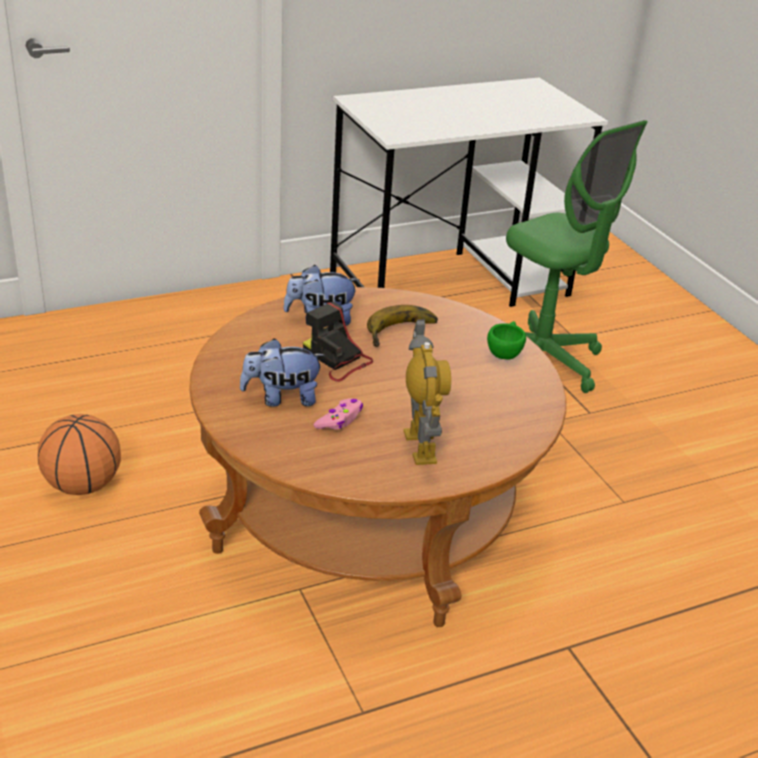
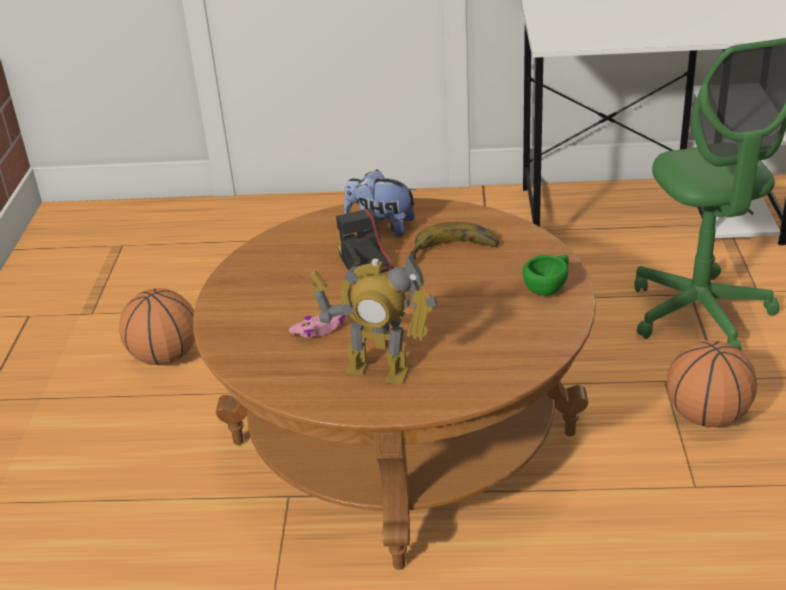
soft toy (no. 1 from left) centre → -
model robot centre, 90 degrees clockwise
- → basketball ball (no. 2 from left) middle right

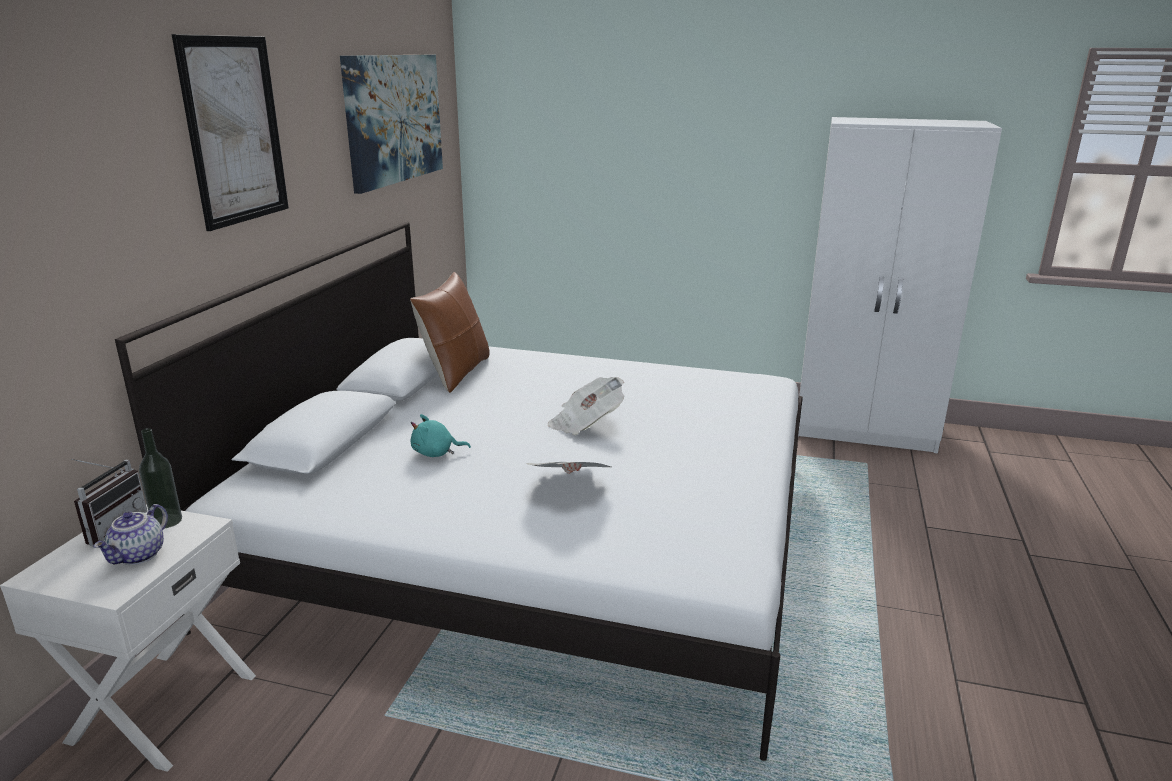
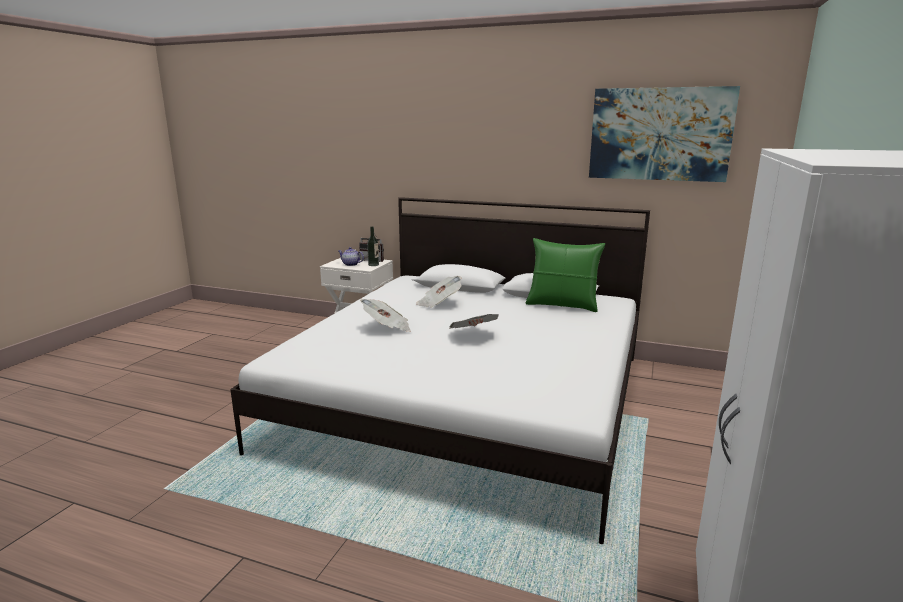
wall art (no. 1 from left) top left → -
throw pillow (brown-coloured) centre → throw pillow (green) centre
soft toy (blue-green) centre → printed paper (no. 2 from left) centre

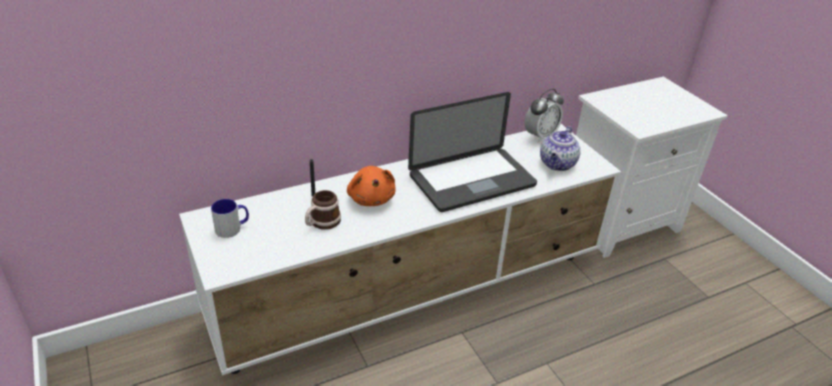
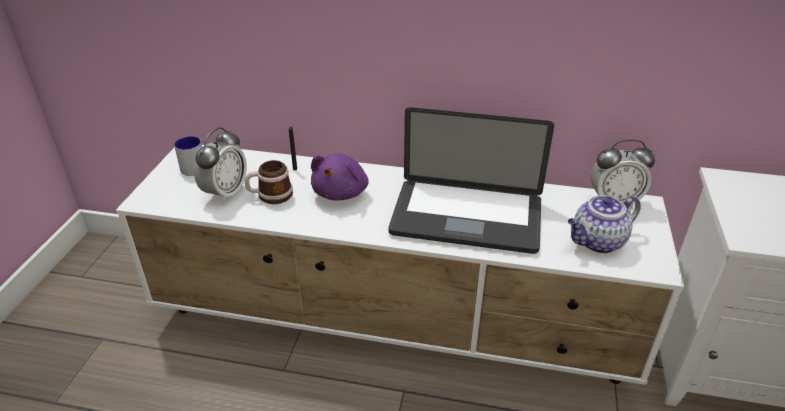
soft toy (orangey) centre → soft toy (purple-coloured) centre
- → table clock (no. 1 from left) middle left

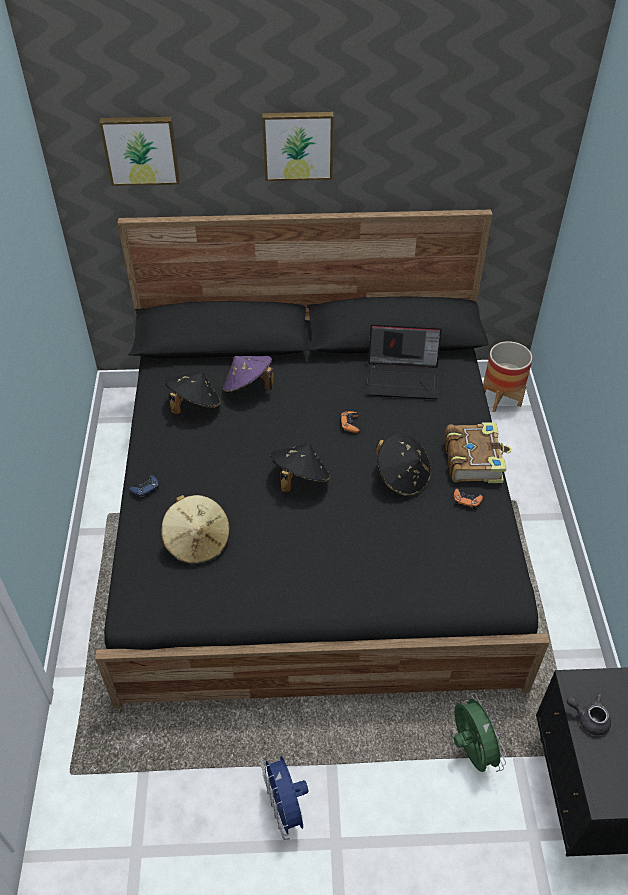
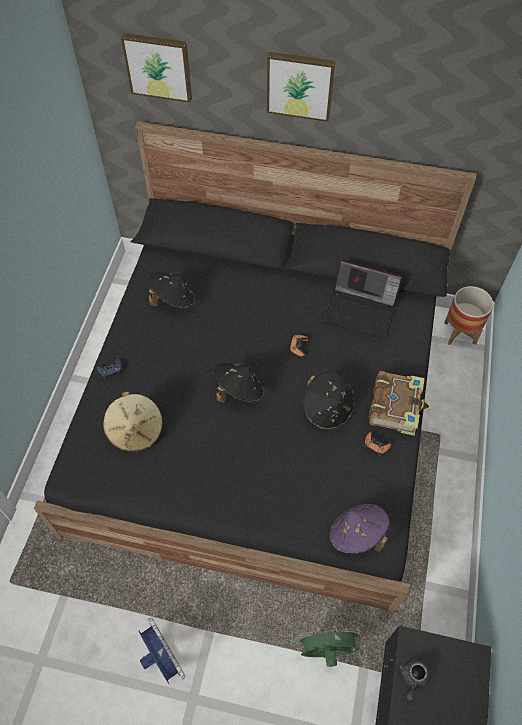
wearable hat (purple-coloured) centre → wearable hat (purple-coloured) bottom right, shifted
electric fan (bluish) bottom centre → electric fan (bluish) bottom left, 150 degrees clockwise
electric fan (green) bottom right → electric fan (green) bottom centre, 90 degrees counterclockwise
pot for tea (greyish) bottom right, 105 degrees counterclockwise

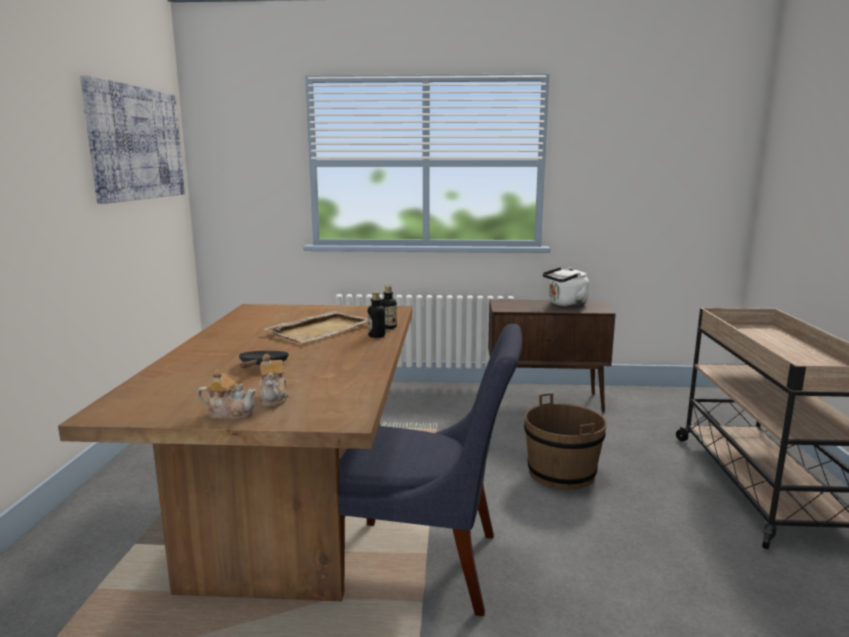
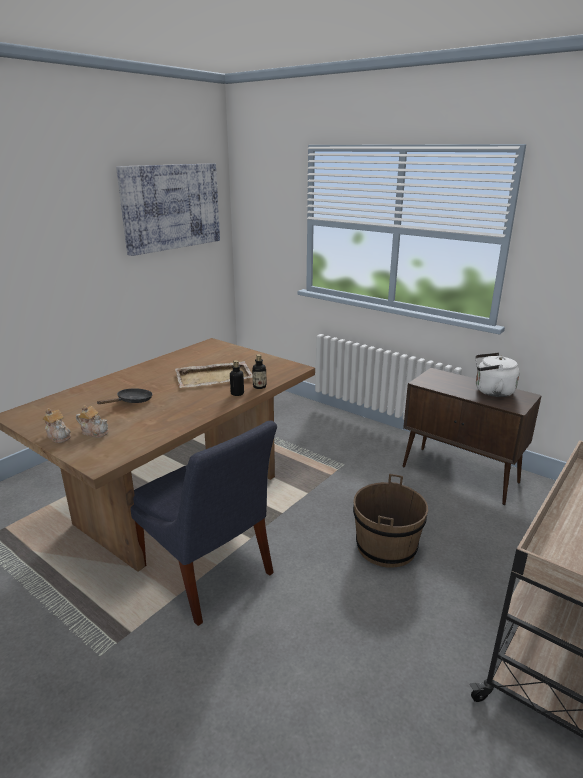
pot for tea (no. 2 from left) middle left, 90 degrees counterclockwise

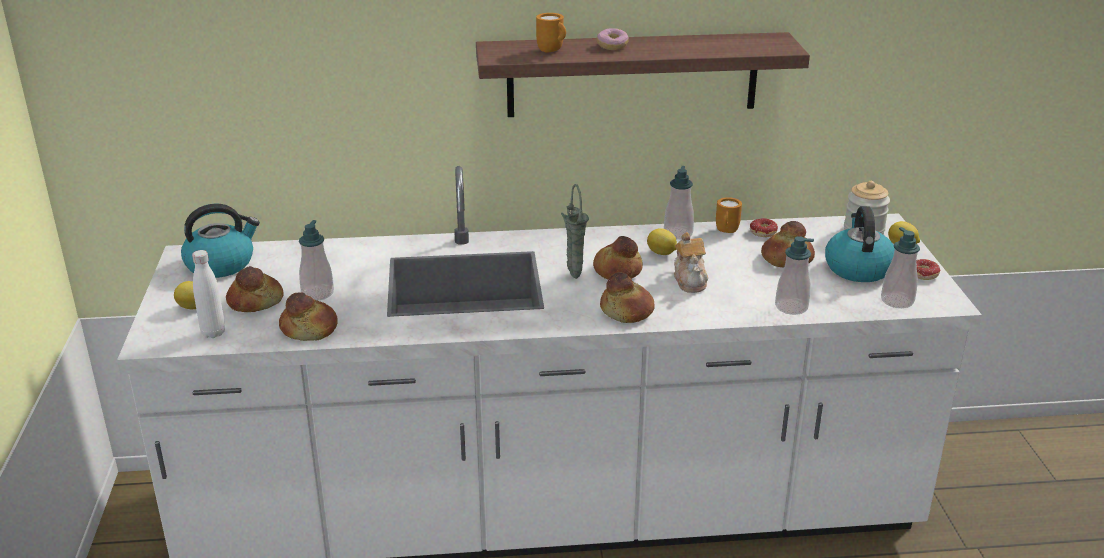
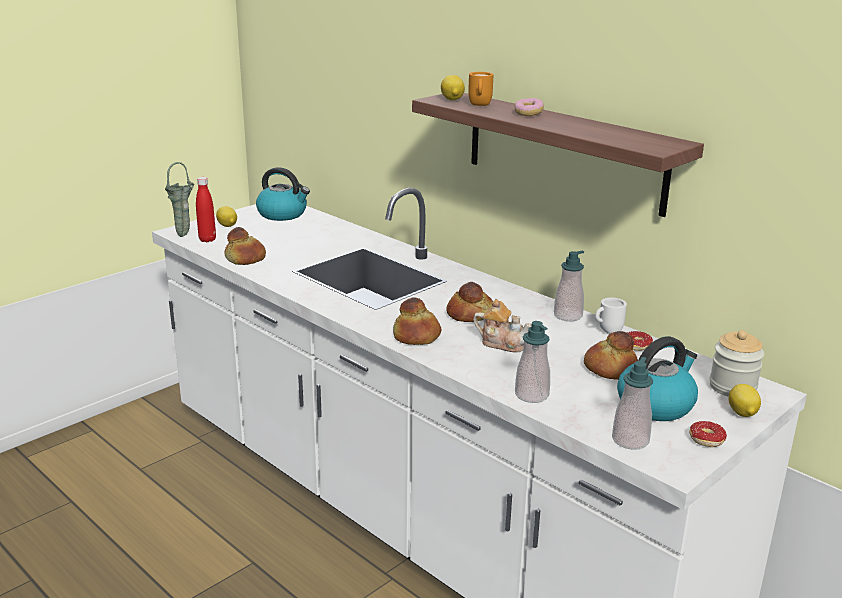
beverage bottle (whitish) middle left → beverage bottle (red-coloured) middle left
bread (no. 1 from left) middle left → -
soap dispenser (no. 1 from left) middle left → -
vase (green) centre → vase (green) top left, shifted
lemon (no. 2 from left) centre → lemon (no. 2 from left) top centre, shifted
pot for tea centre, 105 degrees counterclockwise
tea mug (orangey) (no. 2 from left) centre → tea mug (whitish) middle right

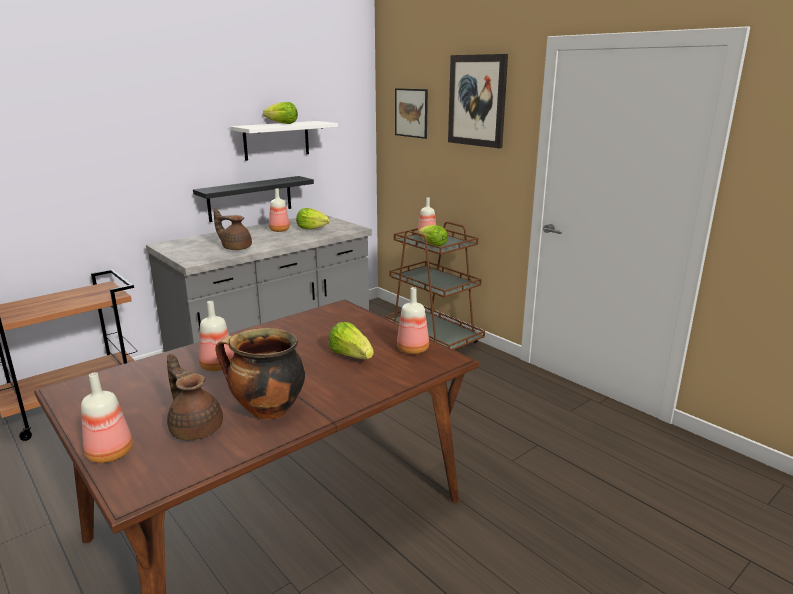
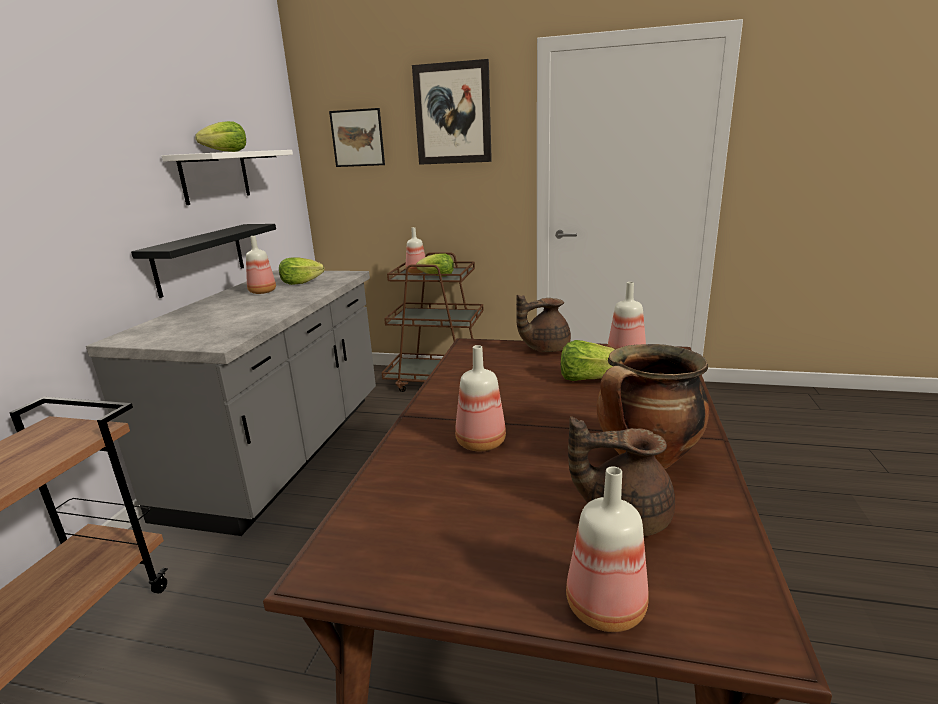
pot for tea (brown-coloured) (no. 2 from left in the first image) middle left → pot for tea (brown-coloured) (no. 1 from left) centre, shifted

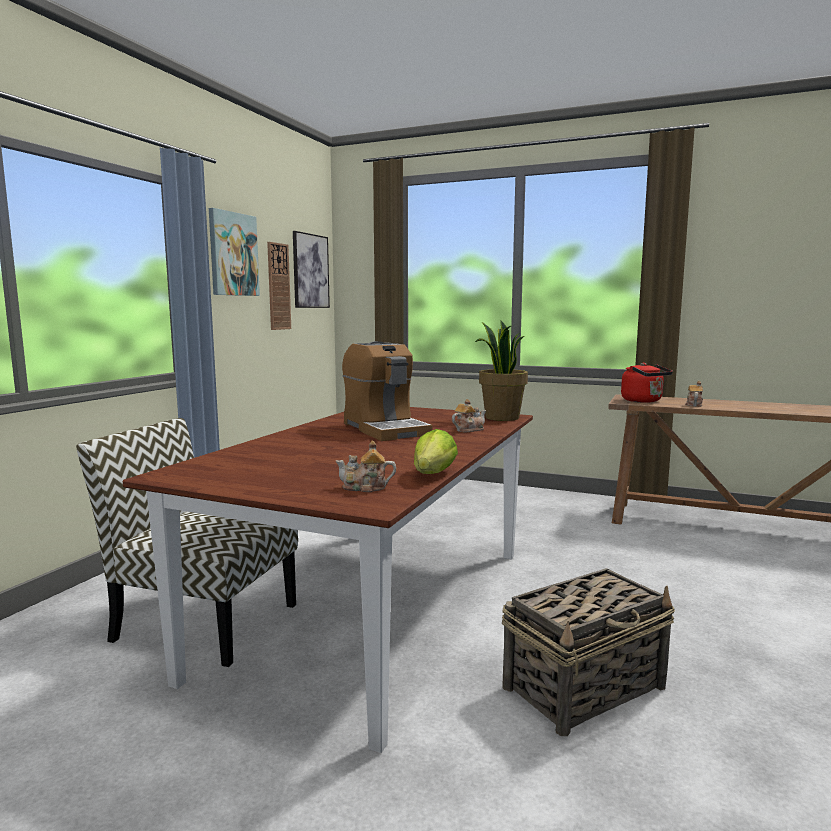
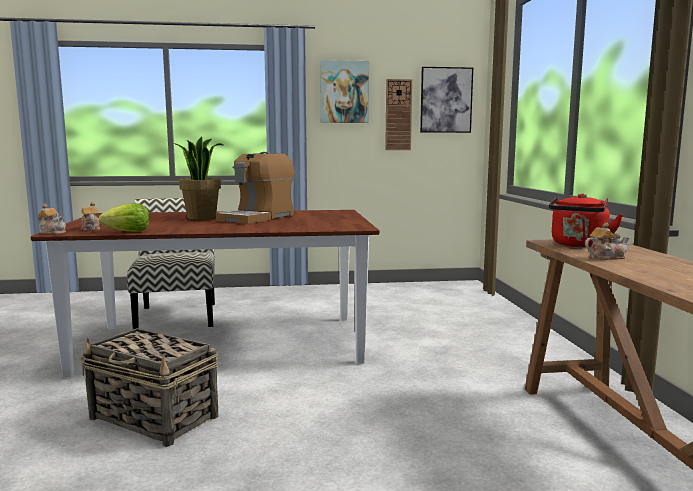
pot for tea (no. 2 from left in the first image) centre → pot for tea (no. 1 from left) middle left, shifted
potted plant centre → potted plant middle left, shifted

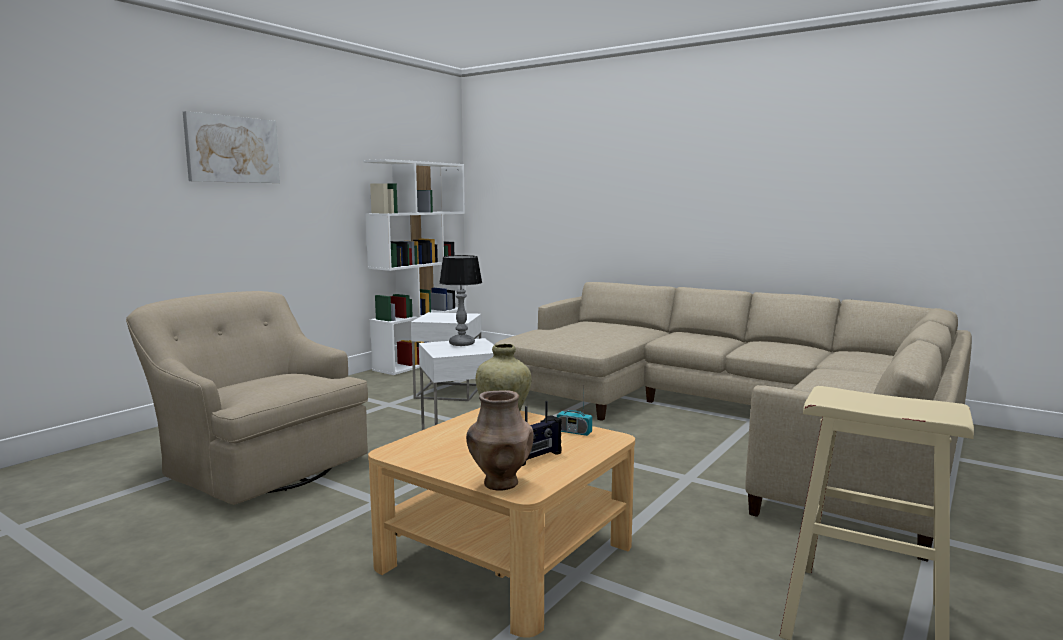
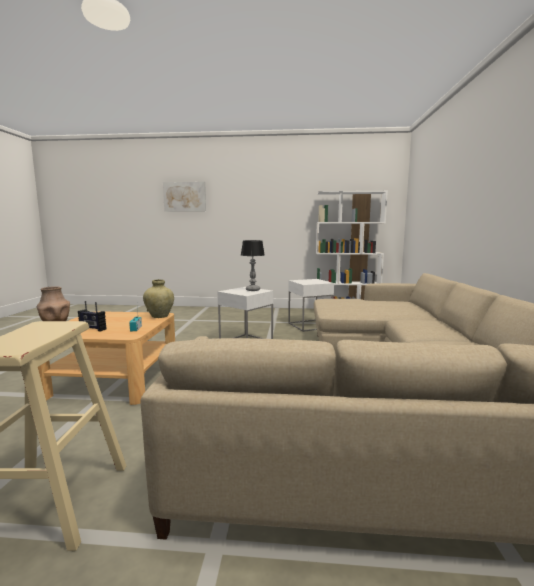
lounge chair (sand-coloured) middle left → -
wall art top left → wall art centre, shifted

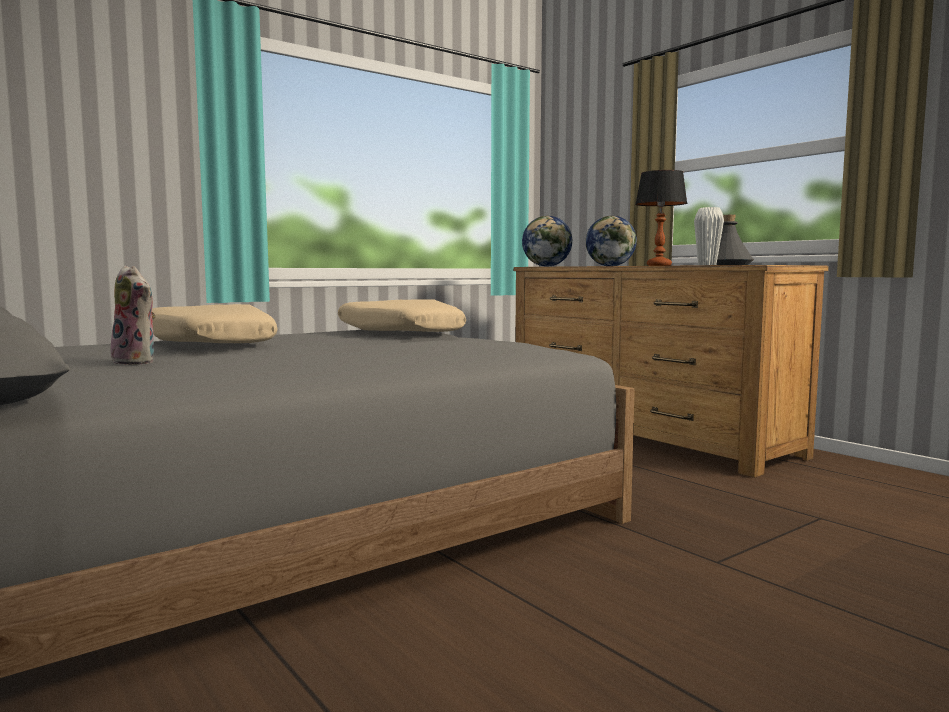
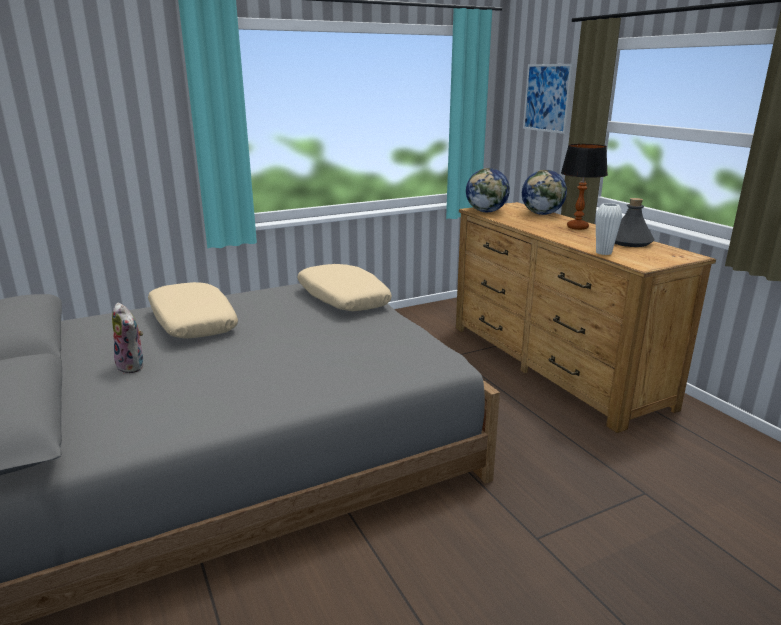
- → wall art top right

